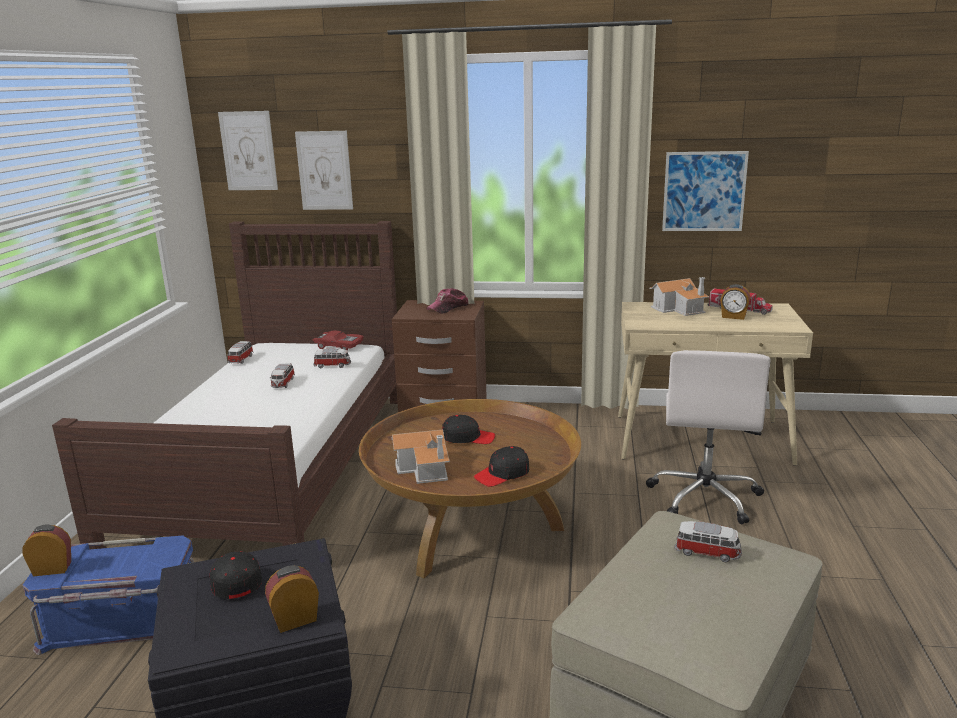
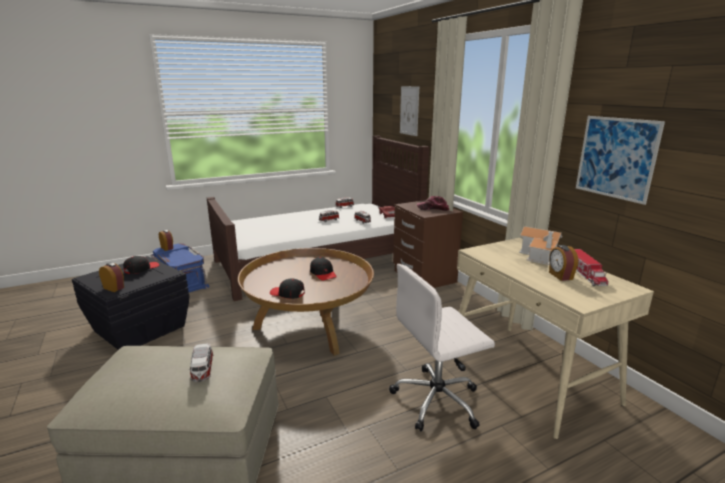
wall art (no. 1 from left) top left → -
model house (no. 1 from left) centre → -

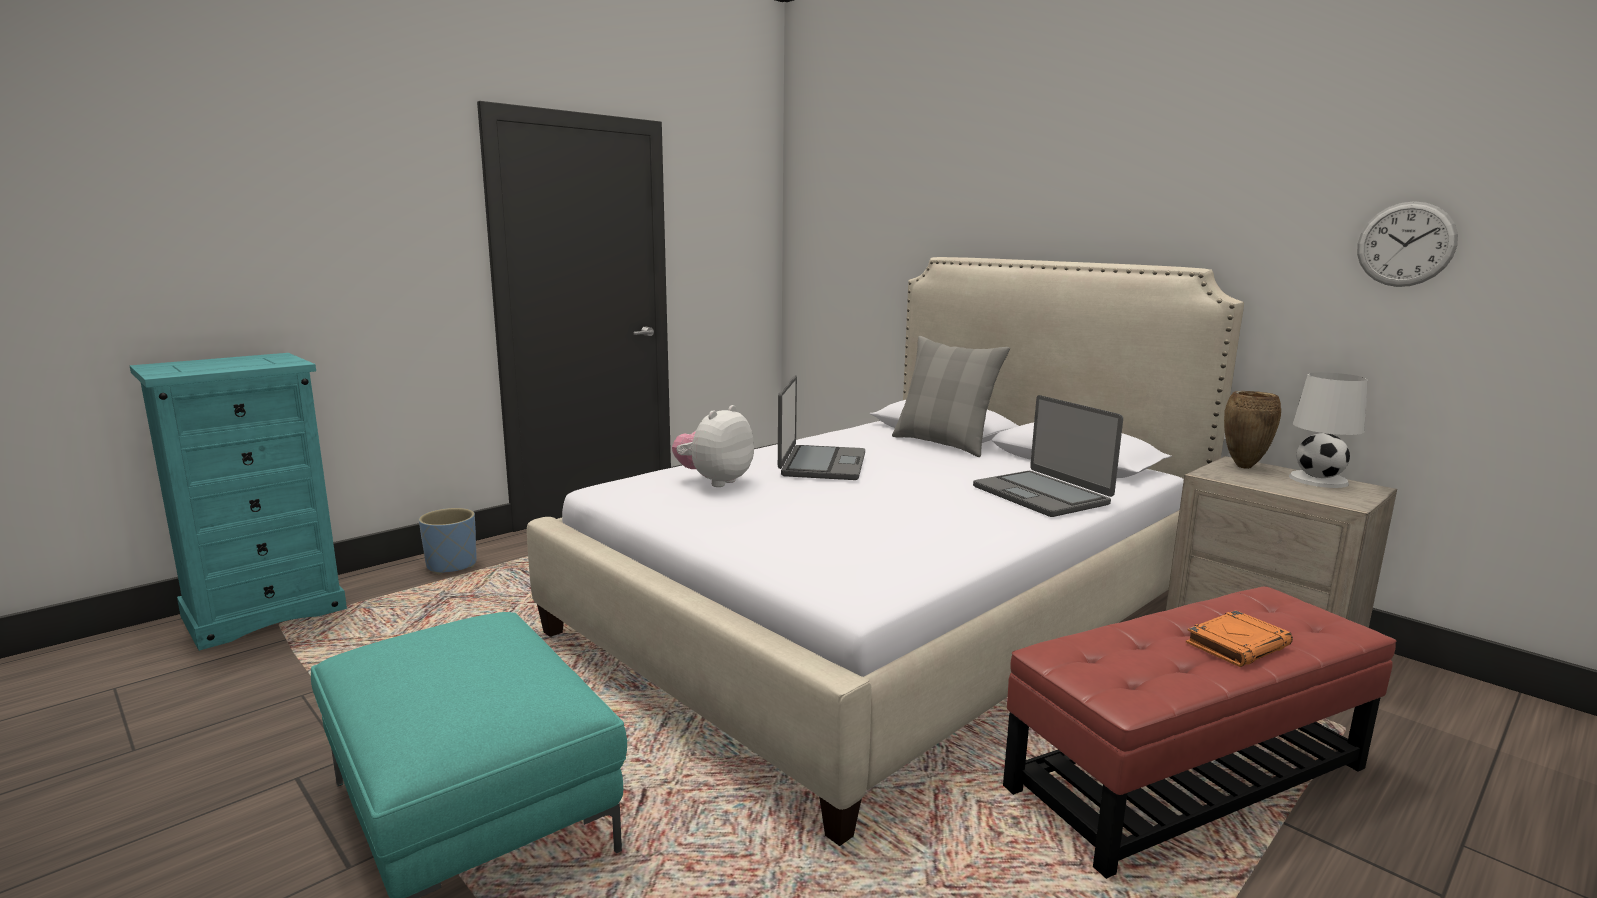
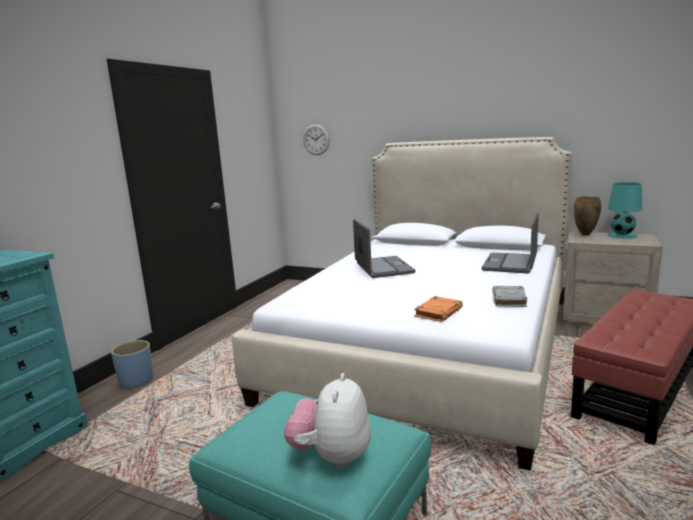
soft toy centre → soft toy bottom centre, shifted
throw pillow (greyish) centre → -
portable computer (no. 2 from left) centre → portable computer (no. 2 from left) middle right, 75 degrees clockwise
volume (orangey) bottom right → volume (orangey) centre, shifted
table lamp (whitish) middle right → table lamp (blue-green) middle right
wall clock top right → wall clock top centre, shifted
- → volume (greyish) middle right

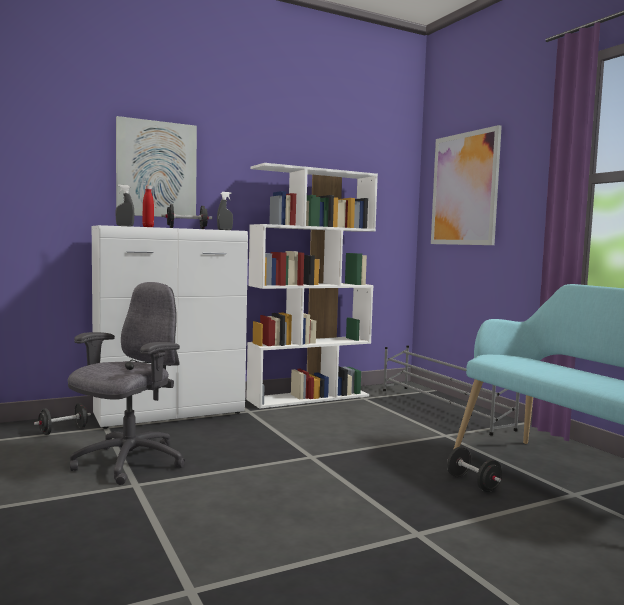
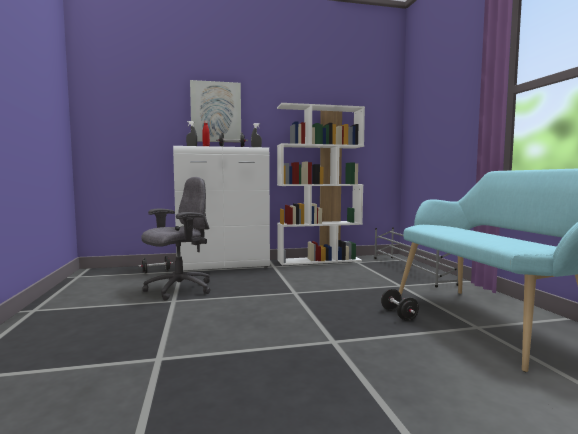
wall art (no. 2 from left) top right → -

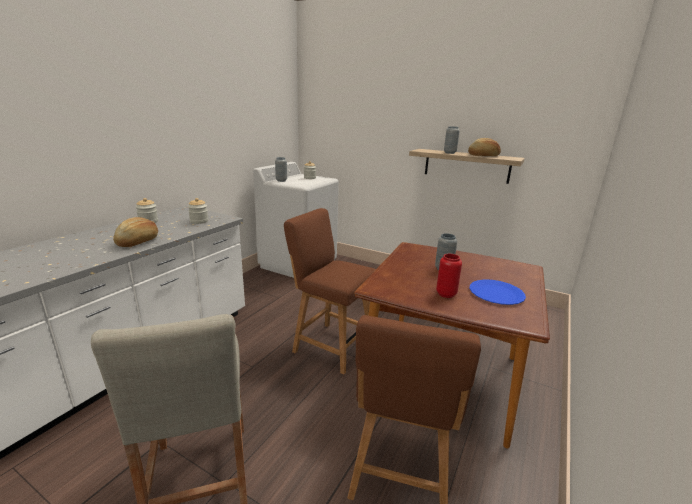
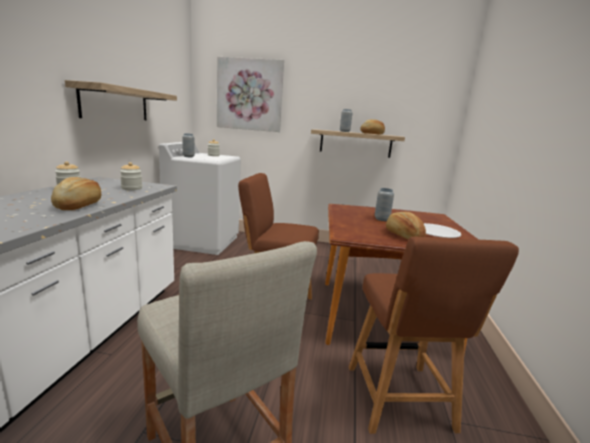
vase (red-coloured) centre → bread (no. 3 from left) middle right
dinner plate (bluish) middle right → dinner plate (whitish) middle right
- → wall shelf (no. 1 from left) top left
- → wall art top centre

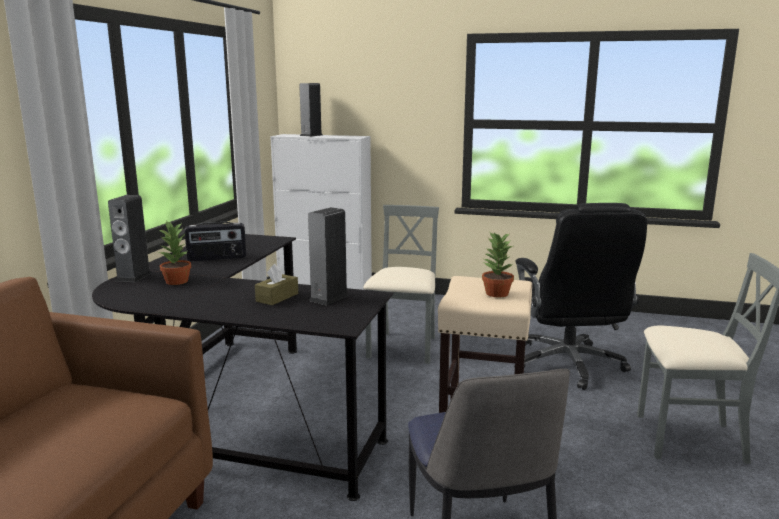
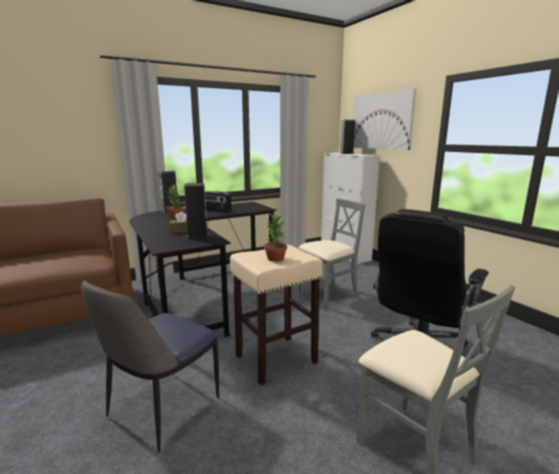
- → wall art top right

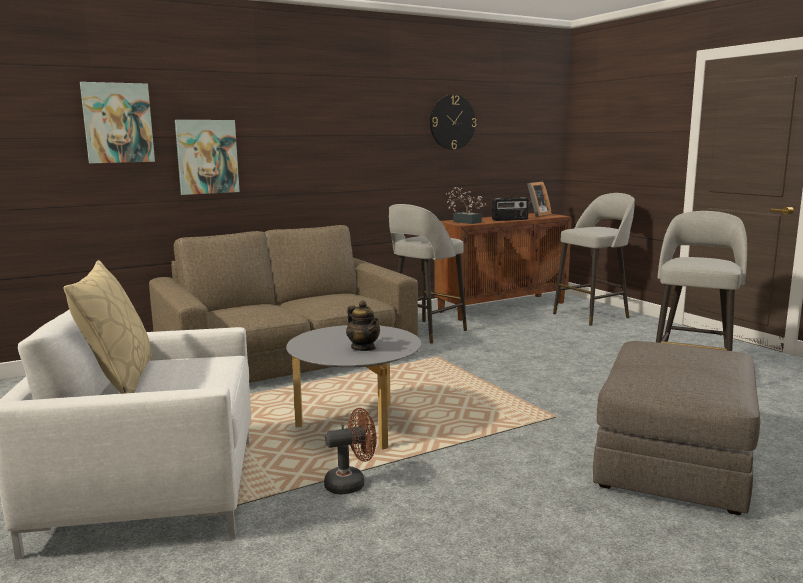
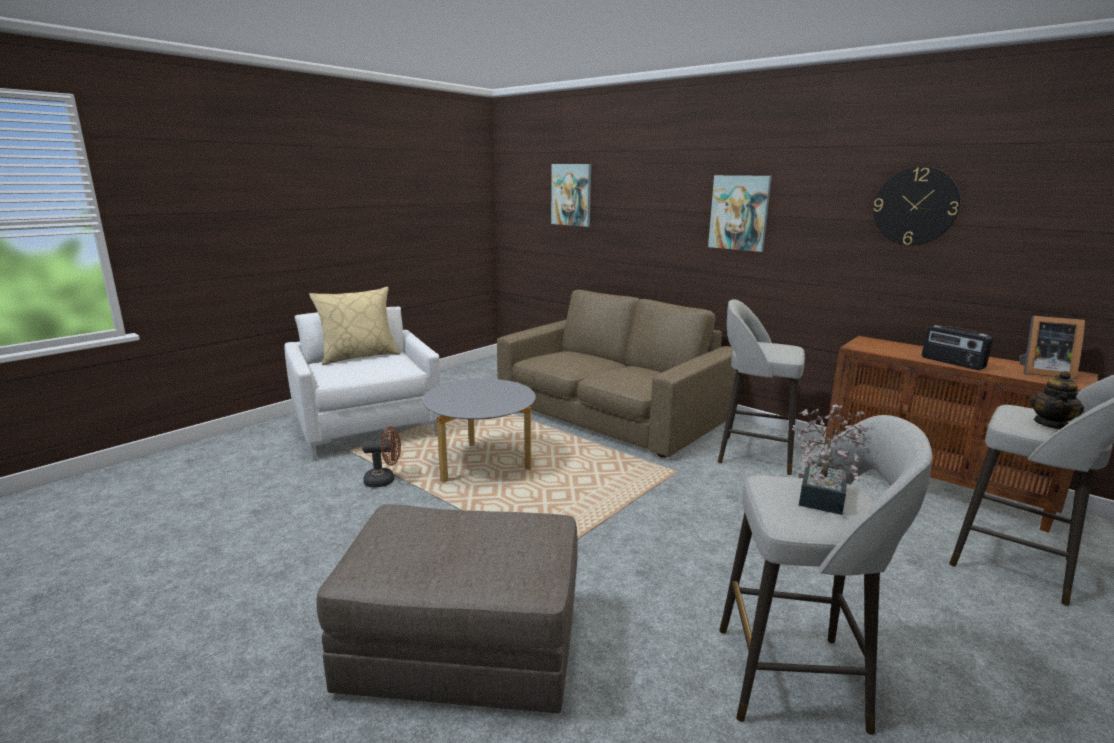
wall art (no. 2 from left) top left → wall art (no. 2 from left) top centre, shifted
electric fan (brown-coloured) bottom centre → electric fan (brown-coloured) centre, 60 degrees counterclockwise
pot for tea centre → pot for tea middle right, shifted
potted plant centre → potted plant middle right, shifted

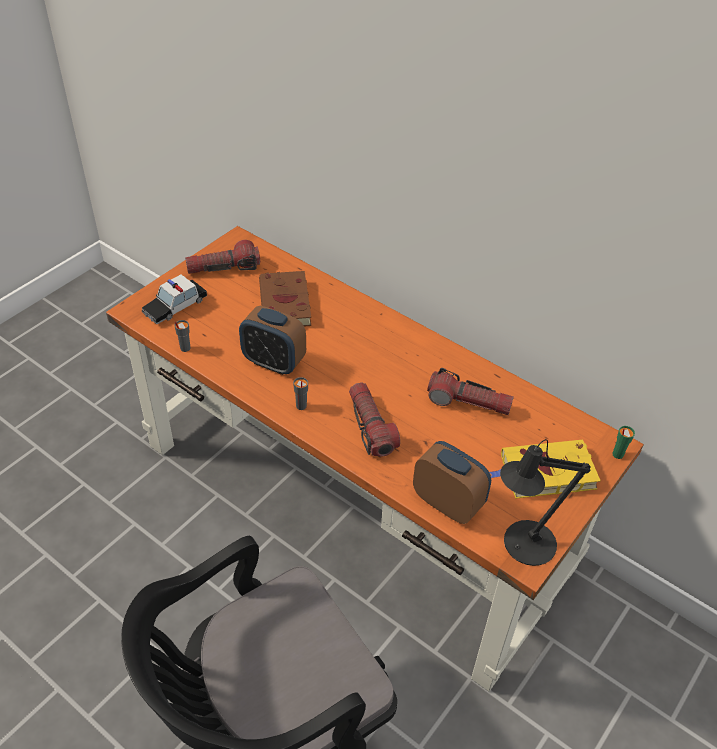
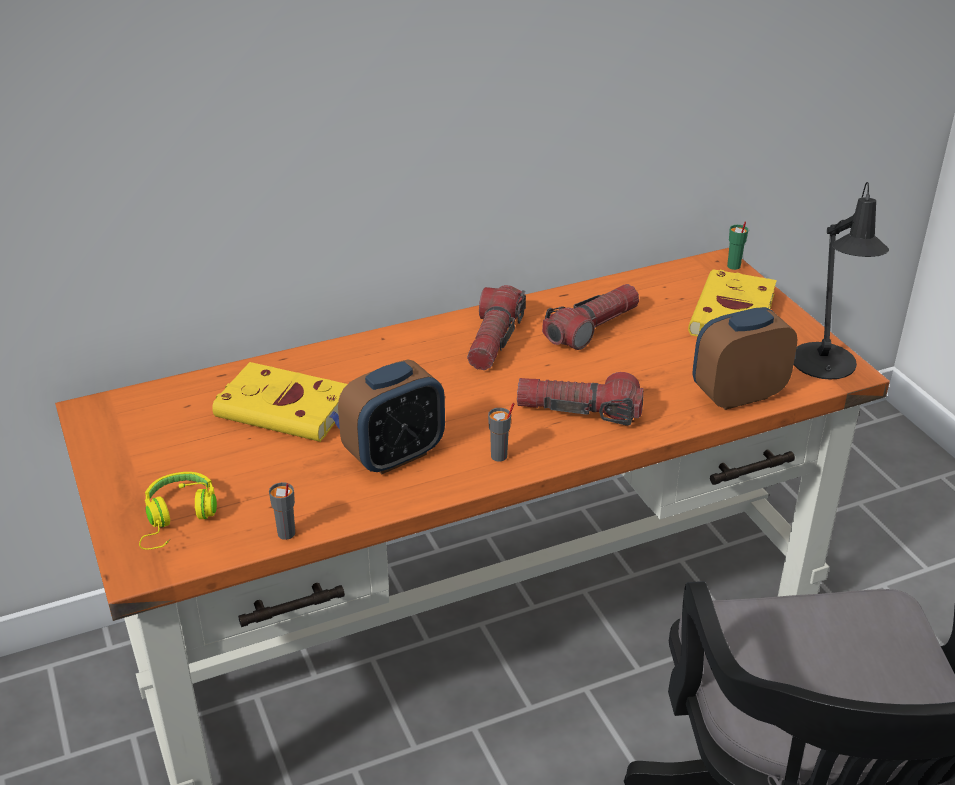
model car middle left → headphones (yellow) middle left
hand torch (no. 1 from left) middle left → hand torch (no. 1 from left) centre, shifted
volume (brown-coloured) centre → volume (yellow) (no. 1 from left) middle left

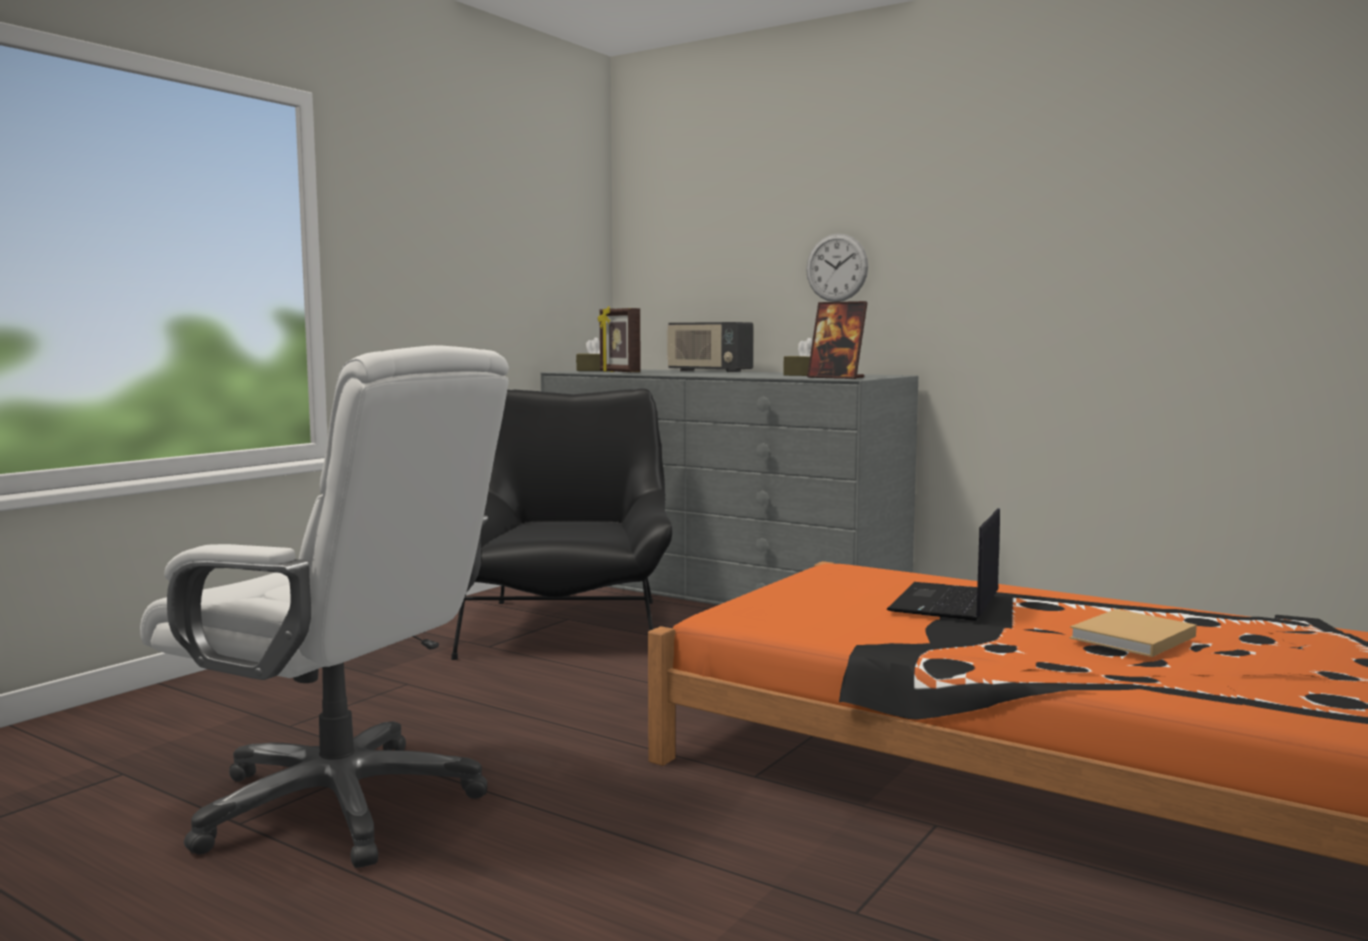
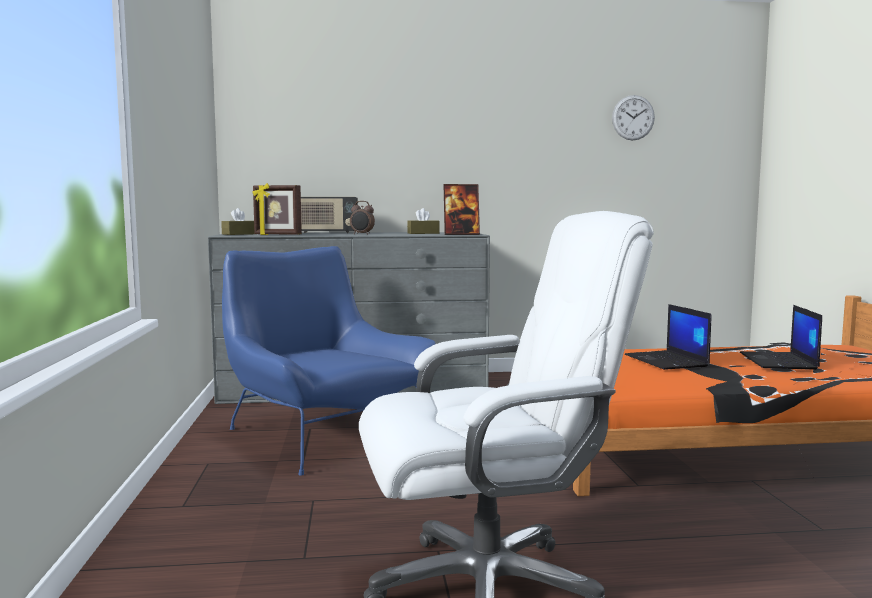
lounge chair (blackish) centre → lounge chair (bluish) centre
wall clock top centre → wall clock top right, shifted
volume (sand-coloured) bottom right → portable computer (no. 2 from left) middle right
- → table clock centre

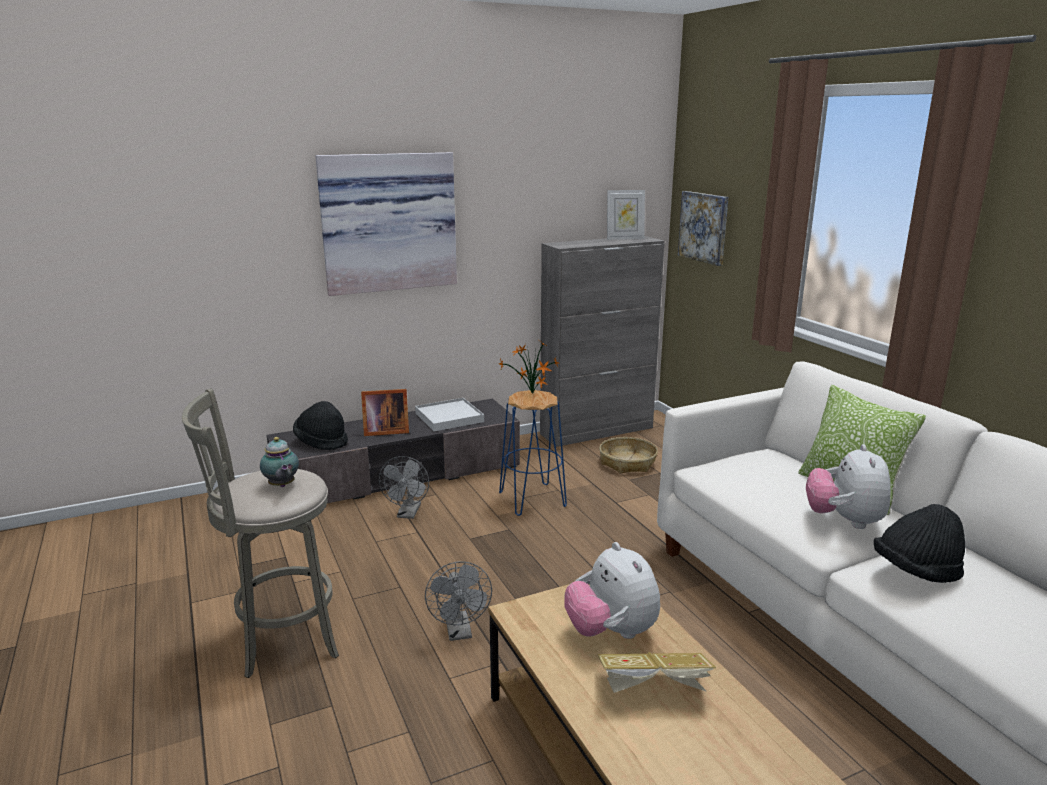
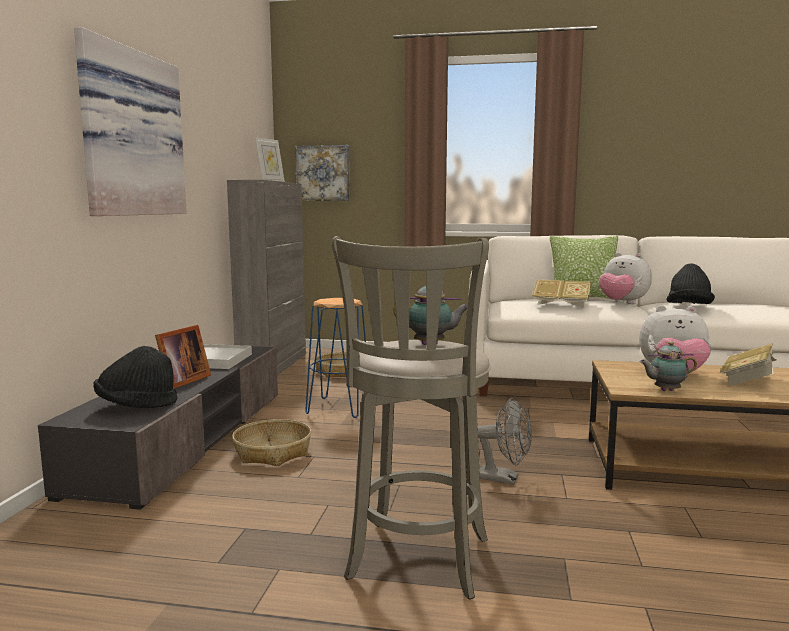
electric fan (greyish) (no. 1 from left) centre → household basket (no. 1 from left) bottom centre
potted plant centre → -
- → volume (no. 1 from left) middle right
- → pot for tea (no. 2 from left) middle right

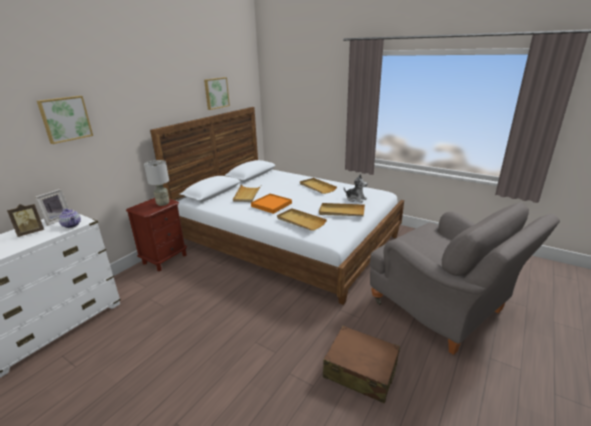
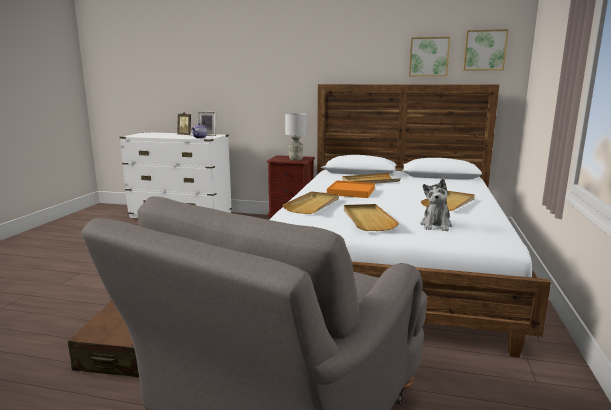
wall art (no. 1 from left in the first image) top left → wall art (no. 2 from left) top right, shifted

